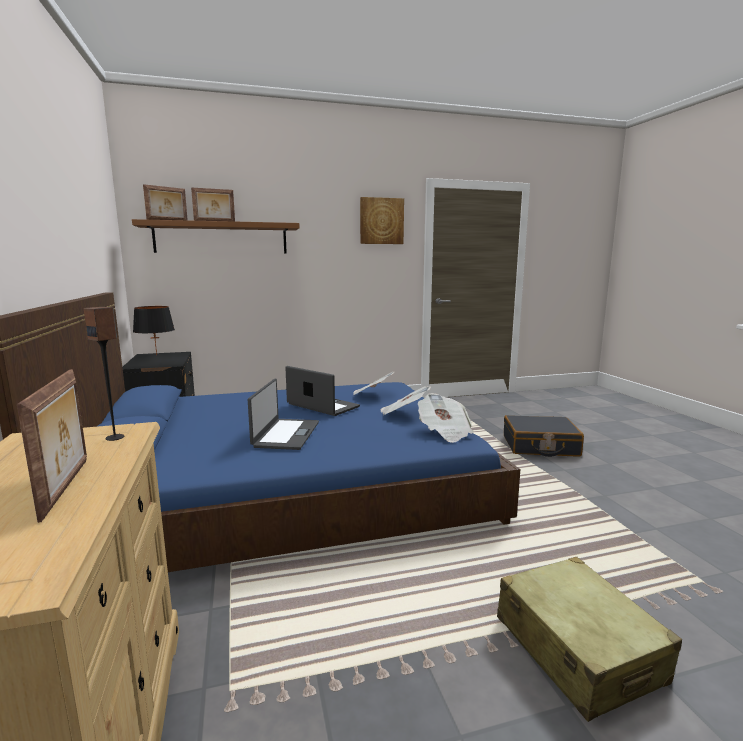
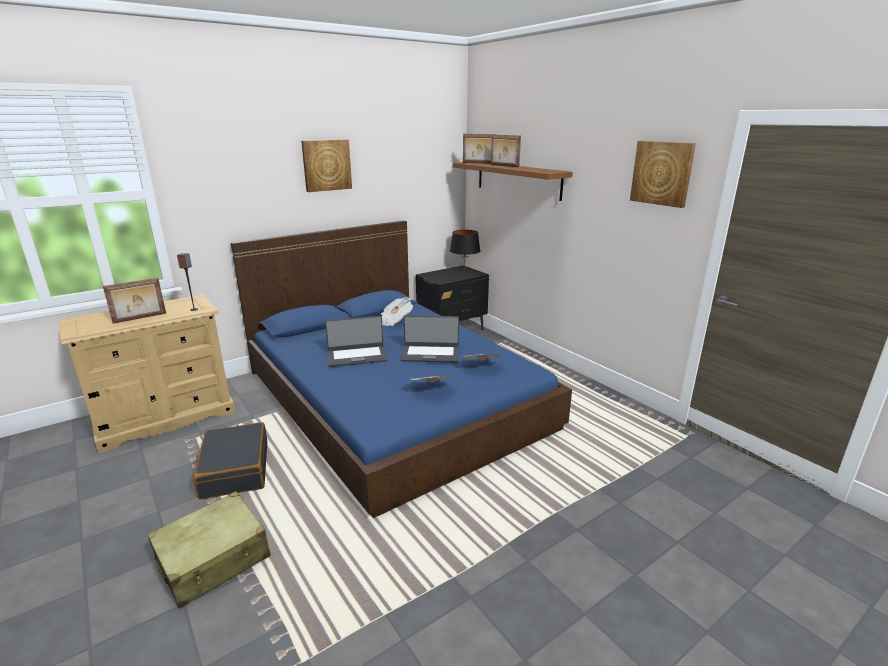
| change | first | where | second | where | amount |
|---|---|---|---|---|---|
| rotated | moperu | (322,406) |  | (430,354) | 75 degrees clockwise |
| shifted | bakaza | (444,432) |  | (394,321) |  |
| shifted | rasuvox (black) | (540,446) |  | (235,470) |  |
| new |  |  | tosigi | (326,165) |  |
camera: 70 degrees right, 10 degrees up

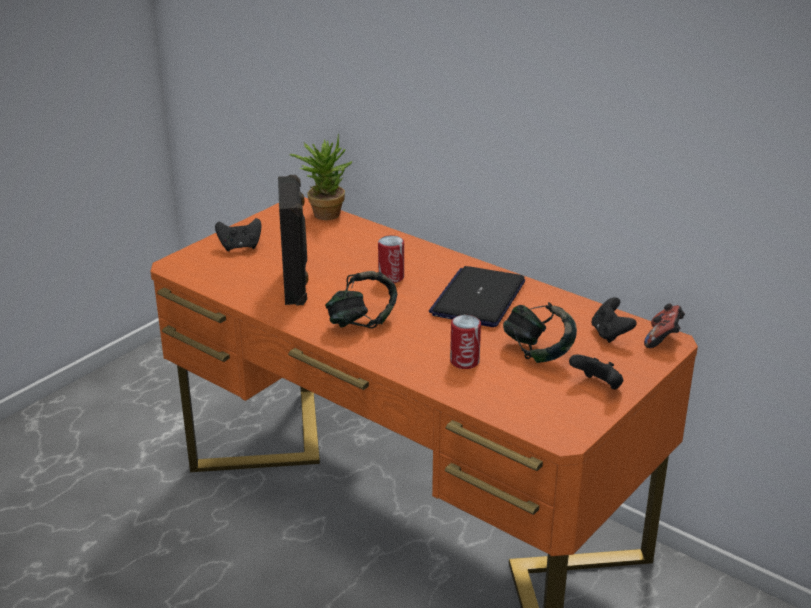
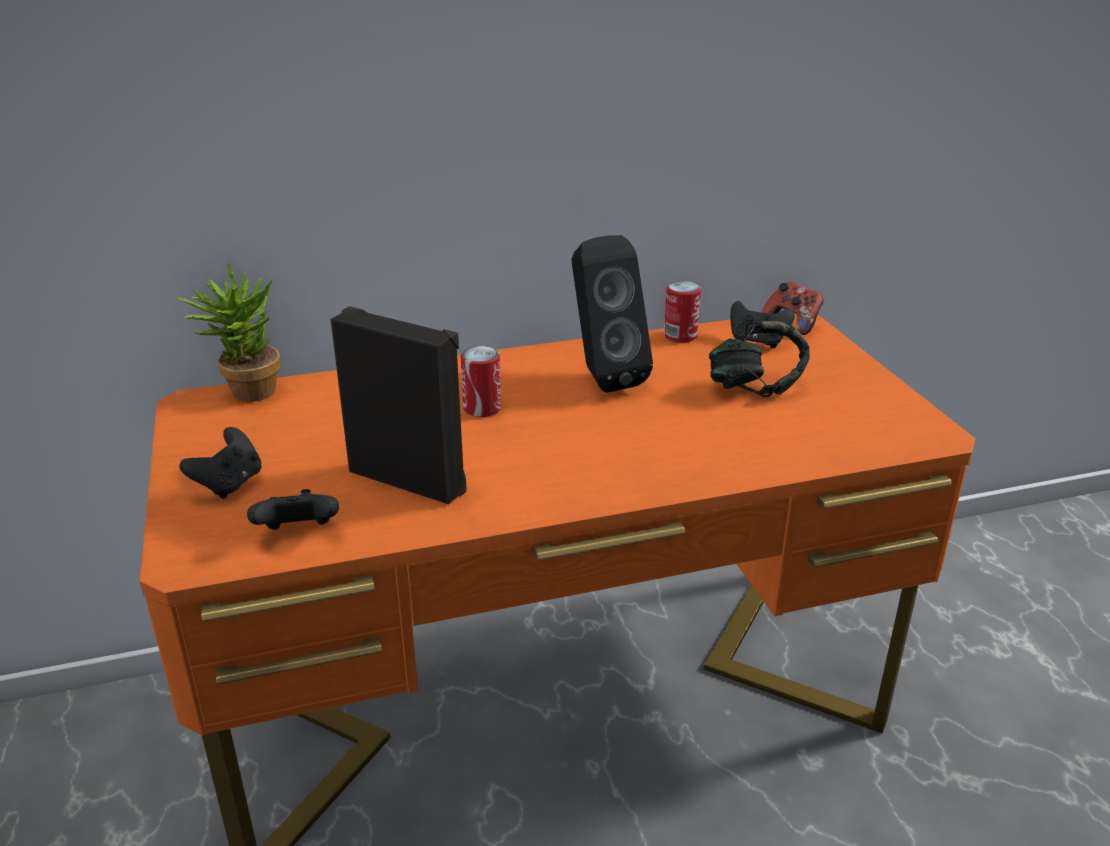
| change | first | where | second | where | amount |
|---|---|---|---|---|---|
| gone | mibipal | (361,322) |  |  |  |
| swapped | moperu | (478,298) | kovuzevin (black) | (602,377) |  |
| shifted | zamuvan | (464,361) |  | (680,336) |  |
| shifted | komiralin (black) | (597,386) |  | (299,533) |  |
camera: 55 degrees left, 0 degrees up

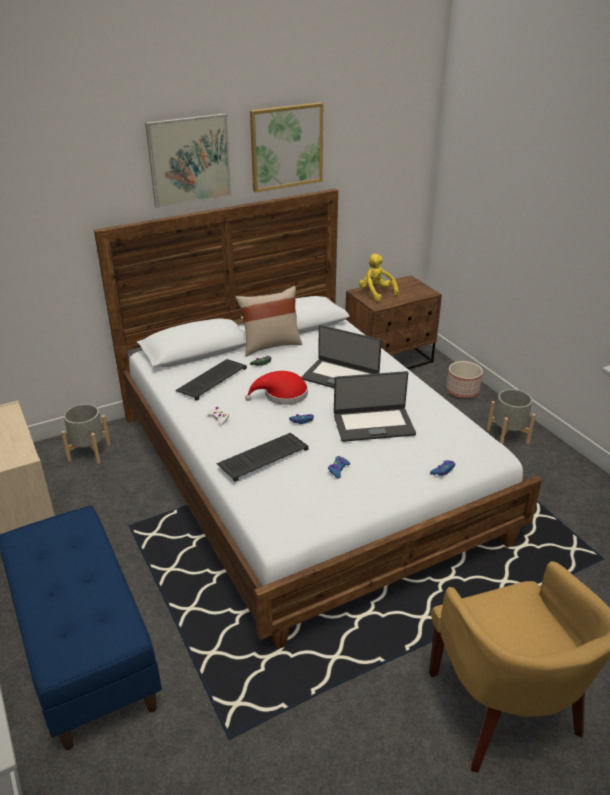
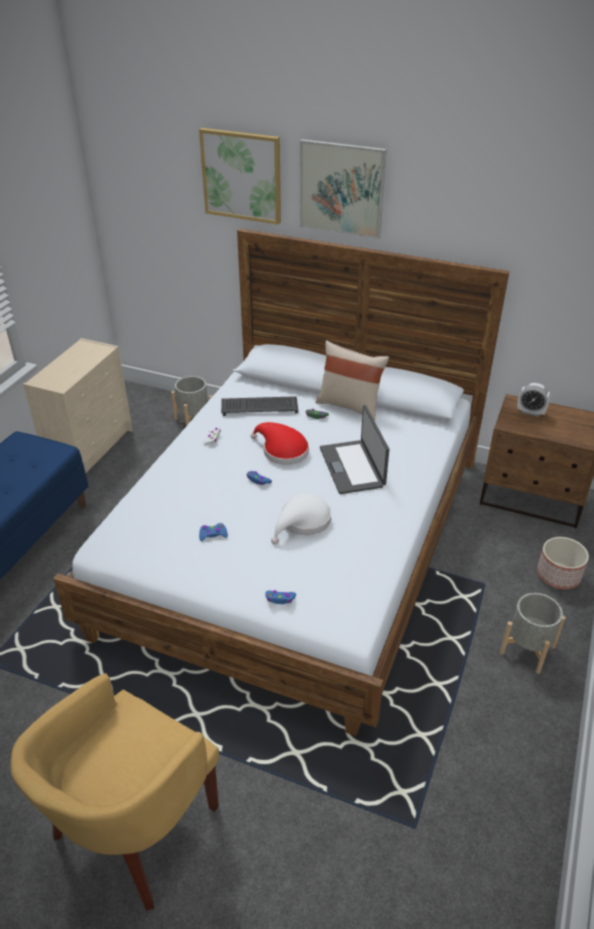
| change | first | where | second | where | amount |
|---|---|---|---|---|---|
| gone | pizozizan | (263,456) |  |  |  |
| shifted | tosigi | (286,146) |  | (242,175) |  |
| swapped | moperu | (373,424) | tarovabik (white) | (302,522) |  |
| swapped | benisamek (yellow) | (376,293) | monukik | (530,412) |  |
camera: 50 degrees right, 5 degrees up

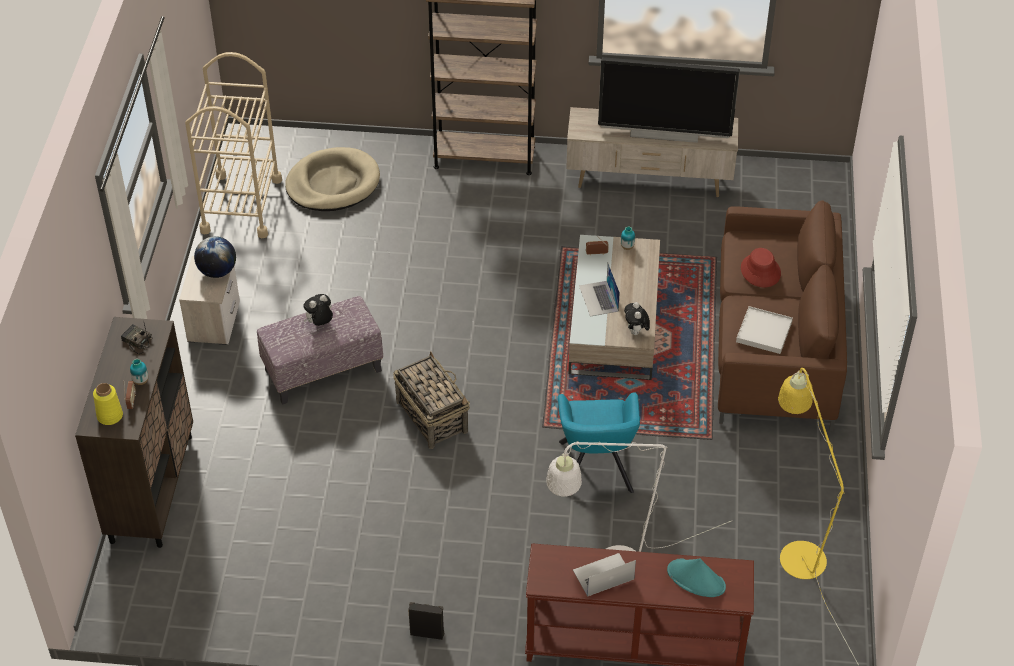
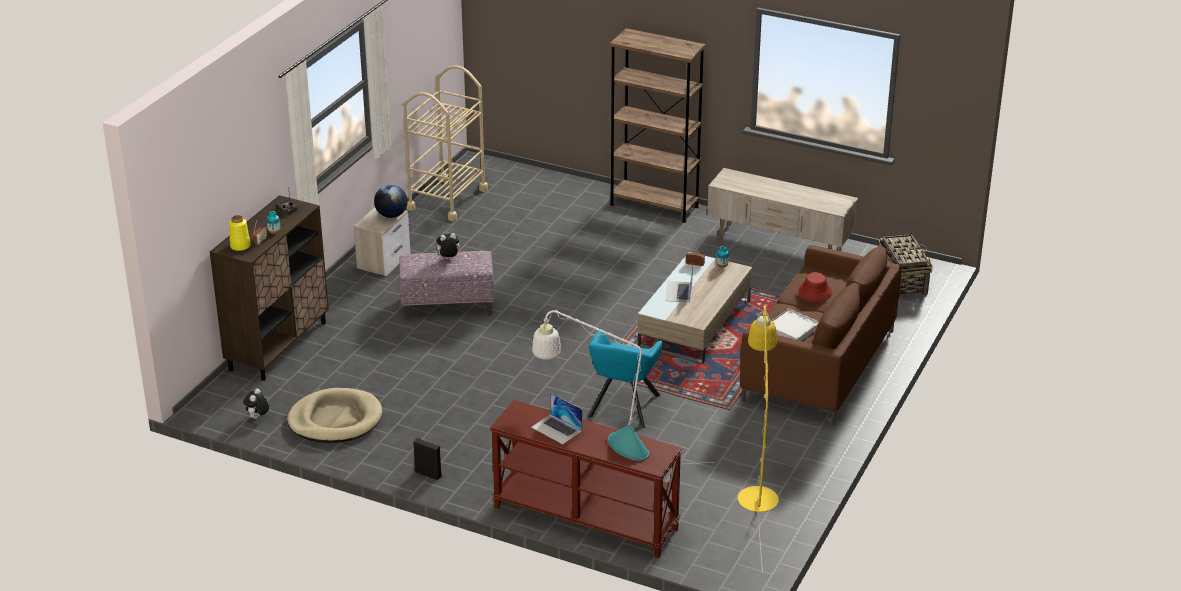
| change | first | where | second | where | amount |
|---|---|---|---|---|---|
| shifted | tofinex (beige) | (333,183) |  | (335,420) |  |
| shifted | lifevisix | (431,415) |  | (901,281) |  |
| rotated | moperu | (603,575) |  | (557,429) | 135 degrees counterclockwise |
| gone | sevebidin | (664,132) |  |  |  |
| shifted | benisamek | (636,332) |  | (257,418) |  |
camera: 20 degrees right, 15 degrees down

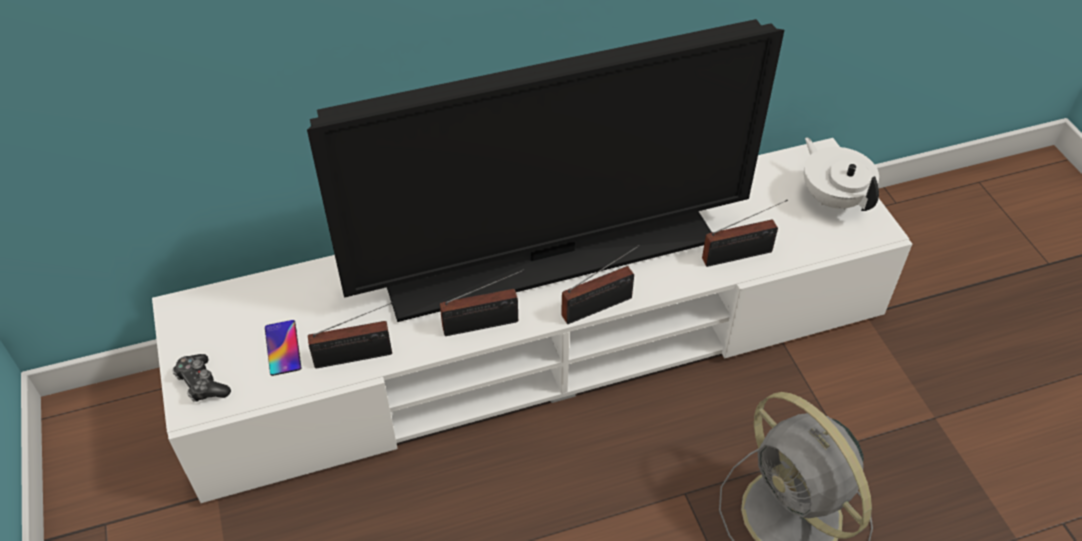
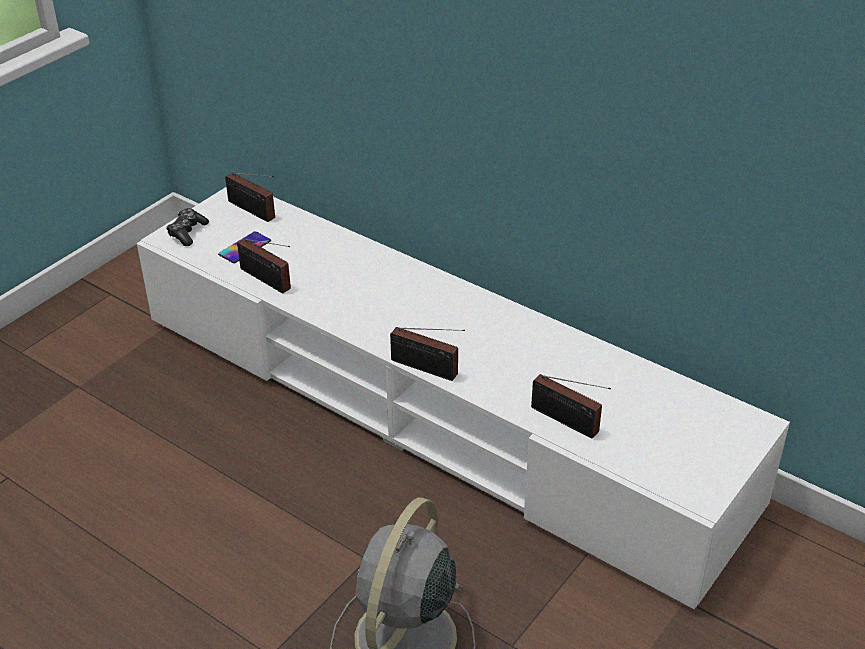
| change | first | where | second | where | amount |
|---|---|---|---|---|---|
| gone | sevebidin | (552,259) |  |  |  |
| shifted | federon | (485,324) |  | (253,211) |  |
| gone | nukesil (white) | (833,198) |  |  |  |
camera: 55 degrees right, 10 degrees down

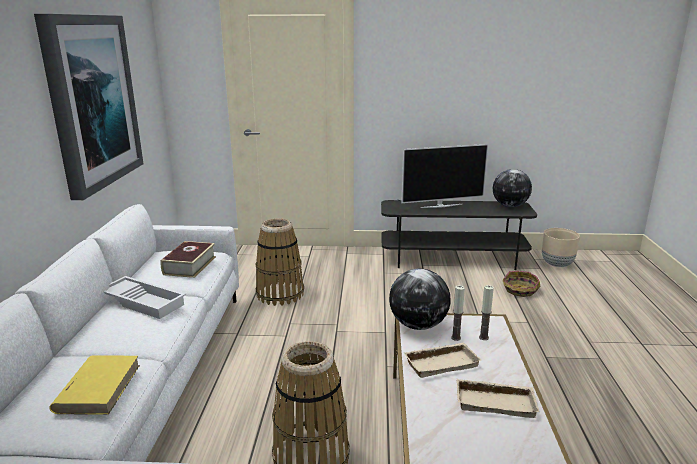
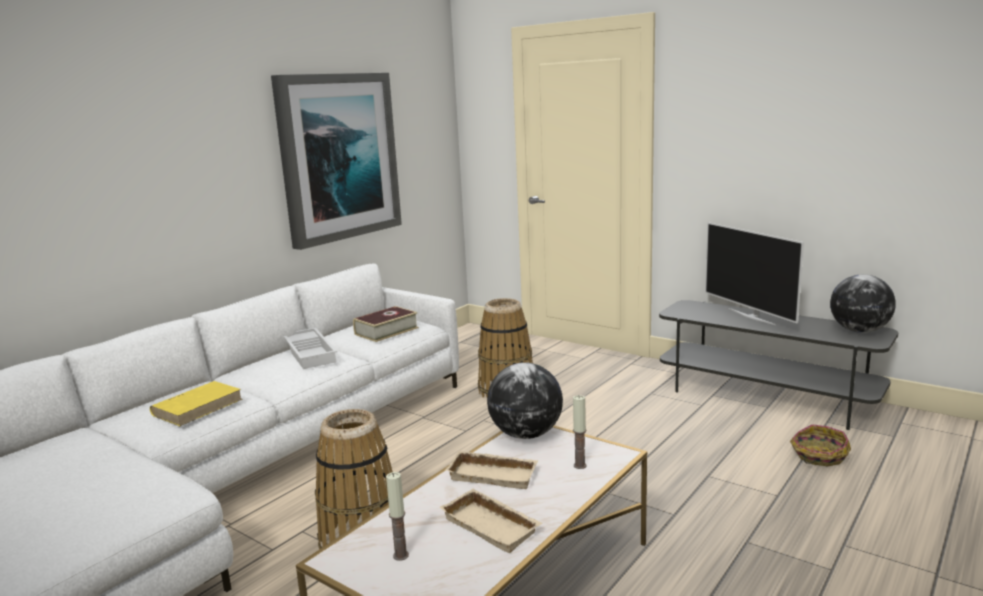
| change | first | where | second | where | amount |
|---|---|---|---|---|---|
| rotated | sevebidin | (441,205) |  | (751,316) | 45 degrees clockwise |
| shifted | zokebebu | (456,338) |  | (400,555) |  |
| gone | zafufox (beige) | (557,265) |  |  |  |
camera: 35 degrees right, 5 degrees down

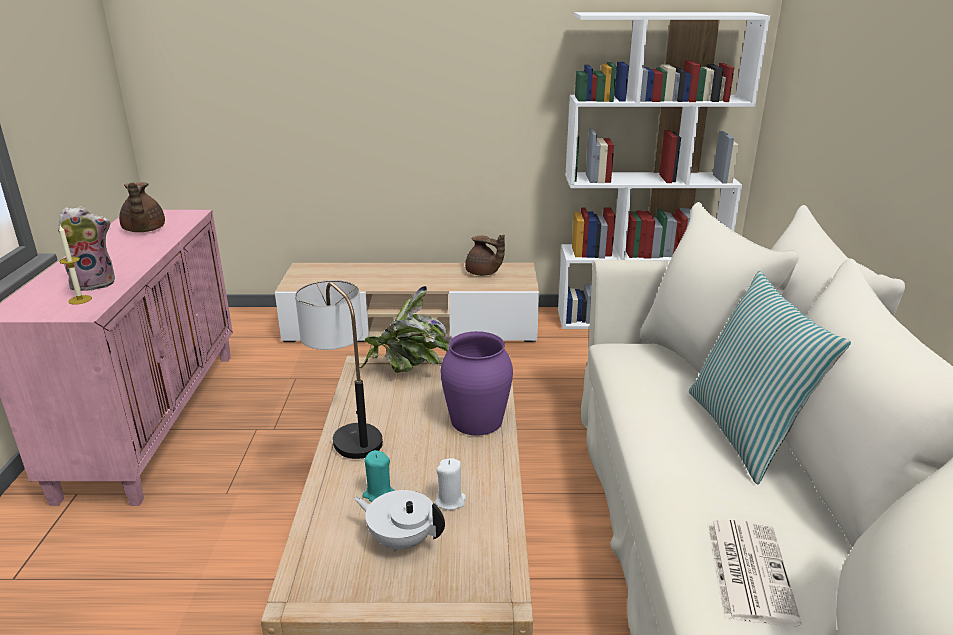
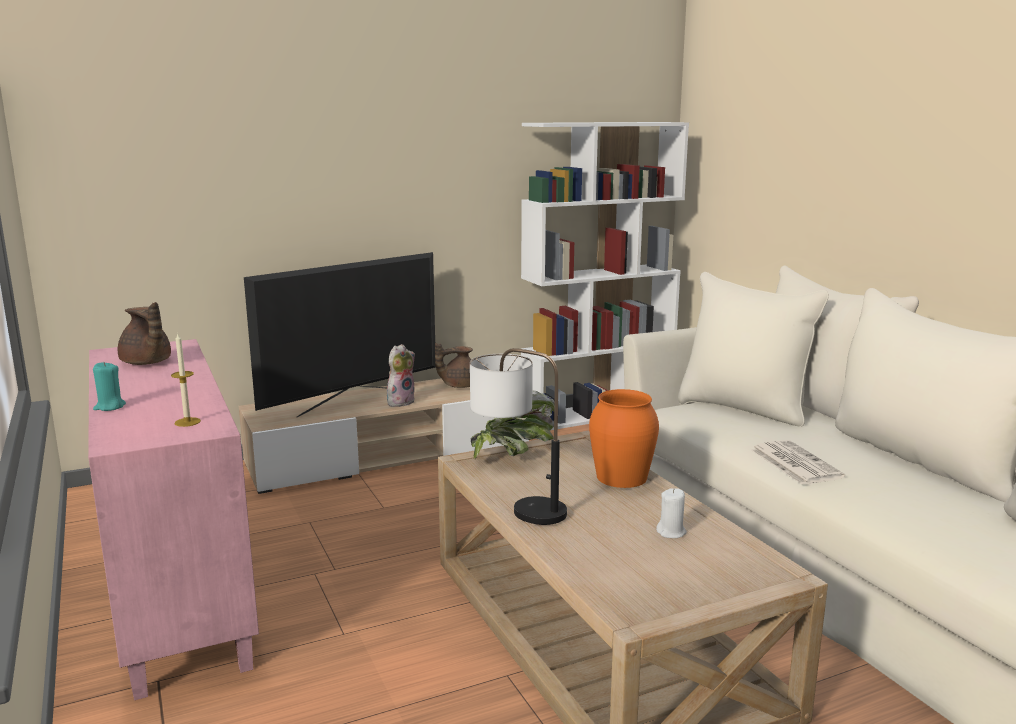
| change | first | where | second | where | amount |
|---|---|---|---|---|---|
| shifted | benisamek | (95,283) |  | (400,402) |  |
| gone | nukesil (white) | (401,540) |  |  |  |
| shifted | zokebebu (turquoise) | (378,494) |  | (109,407) |  |
| repainted | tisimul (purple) | (477,420) | tisimul (orange) | (622,477) |  |
| rotated | nukesil (brown) | (483,273) |  | (458,385) | 150 degrees clockwise |
| gone | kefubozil | (745,432) |  |  |  |
| shifted | bakaza | (748,569) |  | (794,463) |  |
| new |  |  | sevebidin | (352,402) |  |
camera: 25 degrees left, 10 degrees down

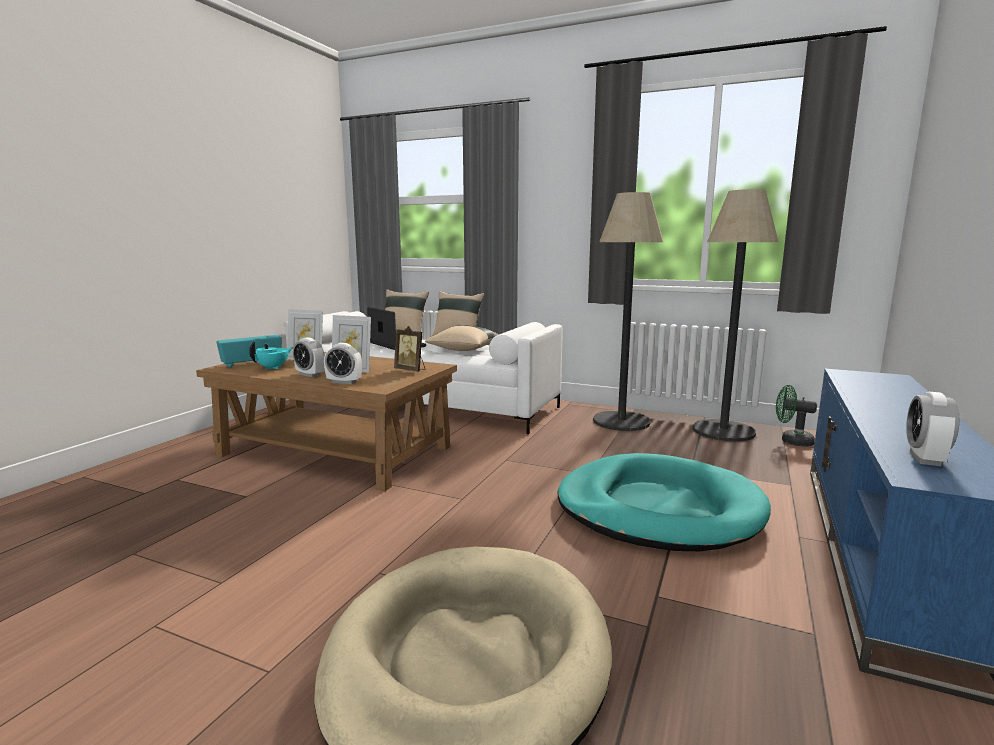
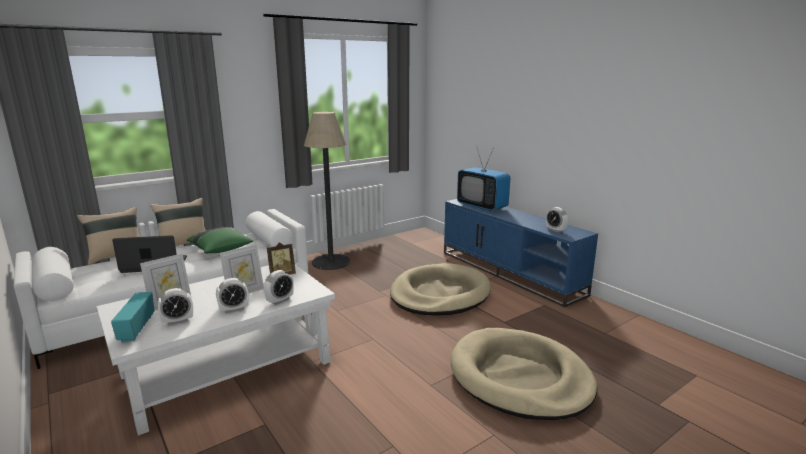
| change | first | where | second | where | amount |
|---|---|---|---|---|---|
| repainted | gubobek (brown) | (336,451) | gubobek (white) | (228,368) |  |
| swapped | nukesil (turquoise) | (273,368) | monukik | (178,321) |  |
| repainted | kefubozil (beige) | (463,350) | kefubozil (green) | (221,250) |  |
| repainted | tofinex (turquoise) | (658,509) | tofinex (beige) | (440,294) |  |
| gone | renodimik | (723,431) |  |  |  |
| gone | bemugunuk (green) | (791,441) |  |  |  |
| new |  |  | sevebidin | (482,206) |  |
camera: 60 degrees left, 5 degrees up

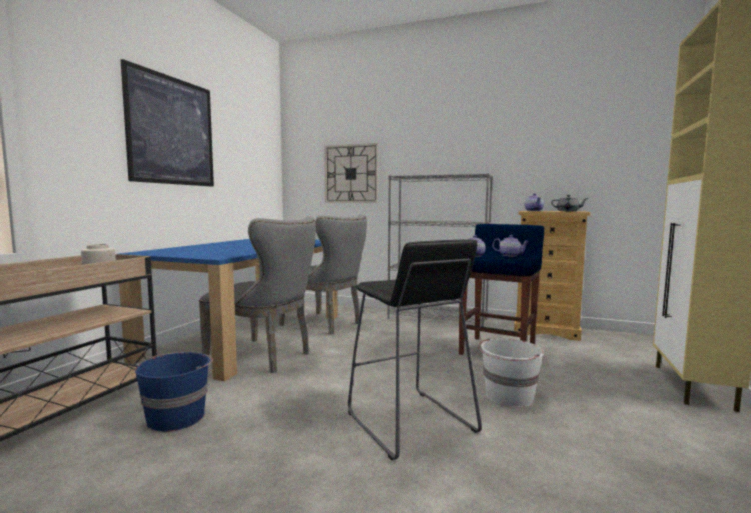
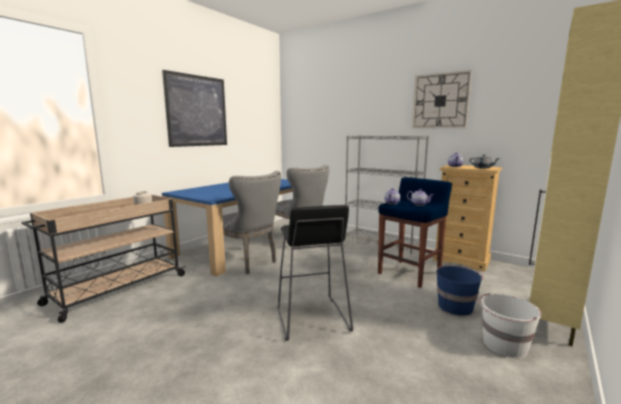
| change | first | where | second | where | amount |
|---|---|---|---|---|---|
| shifted | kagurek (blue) | (177,417) |  | (455,306) |  |
| shifted | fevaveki | (351,174) |  | (440,101) |  |
| shifted | kagurek (white) | (509,396) |  | (504,345) |  |
camera: 15 degrees right, 5 degrees up

